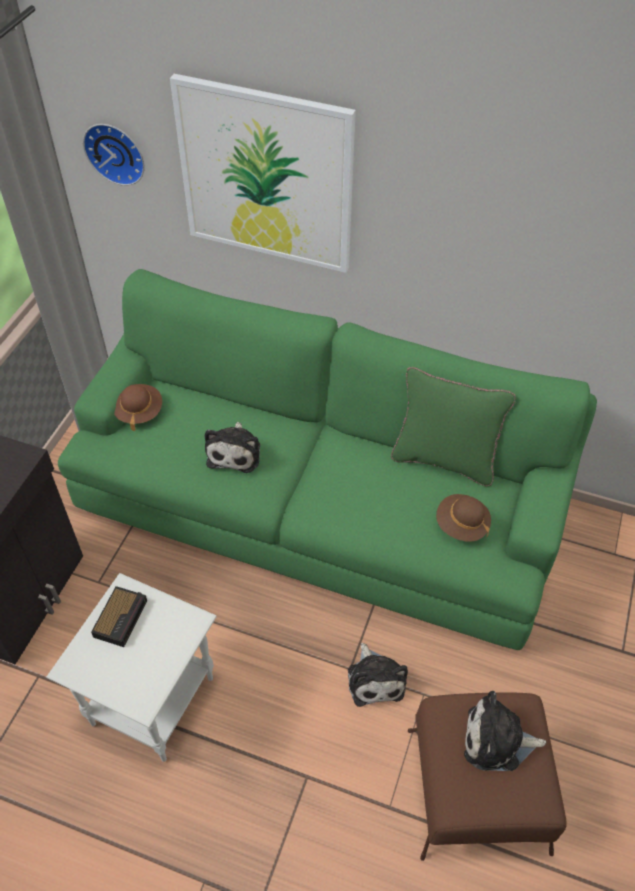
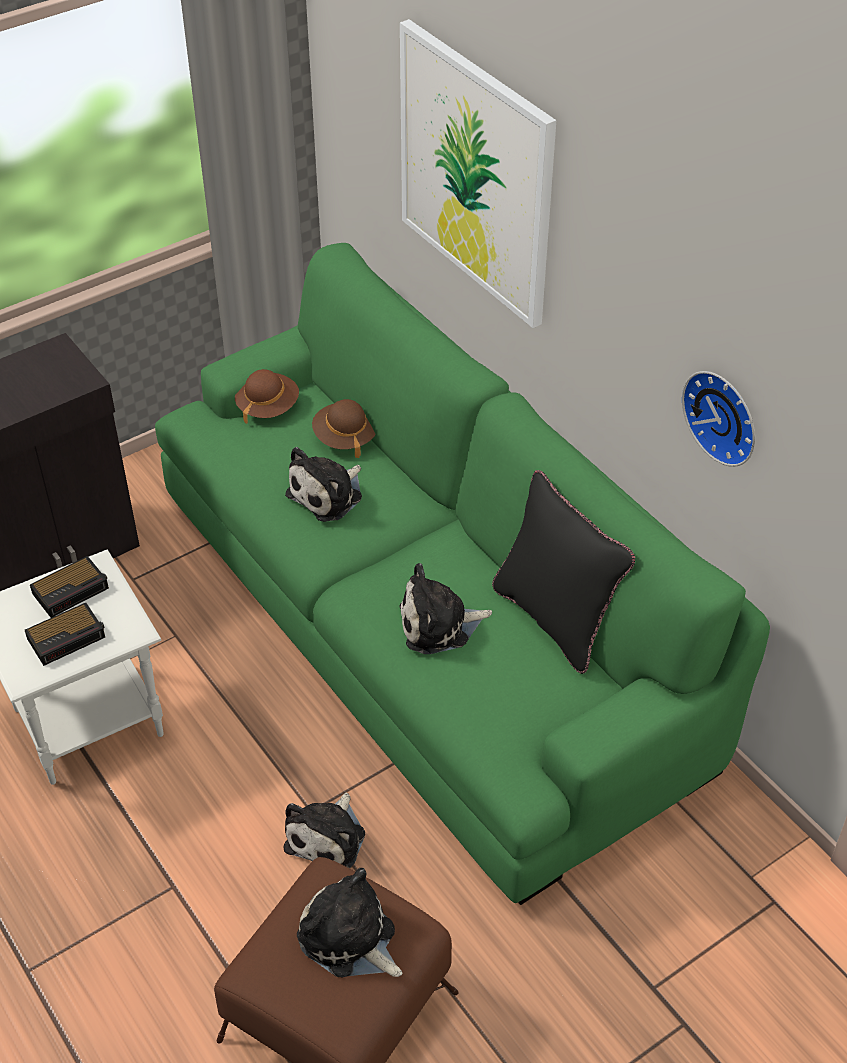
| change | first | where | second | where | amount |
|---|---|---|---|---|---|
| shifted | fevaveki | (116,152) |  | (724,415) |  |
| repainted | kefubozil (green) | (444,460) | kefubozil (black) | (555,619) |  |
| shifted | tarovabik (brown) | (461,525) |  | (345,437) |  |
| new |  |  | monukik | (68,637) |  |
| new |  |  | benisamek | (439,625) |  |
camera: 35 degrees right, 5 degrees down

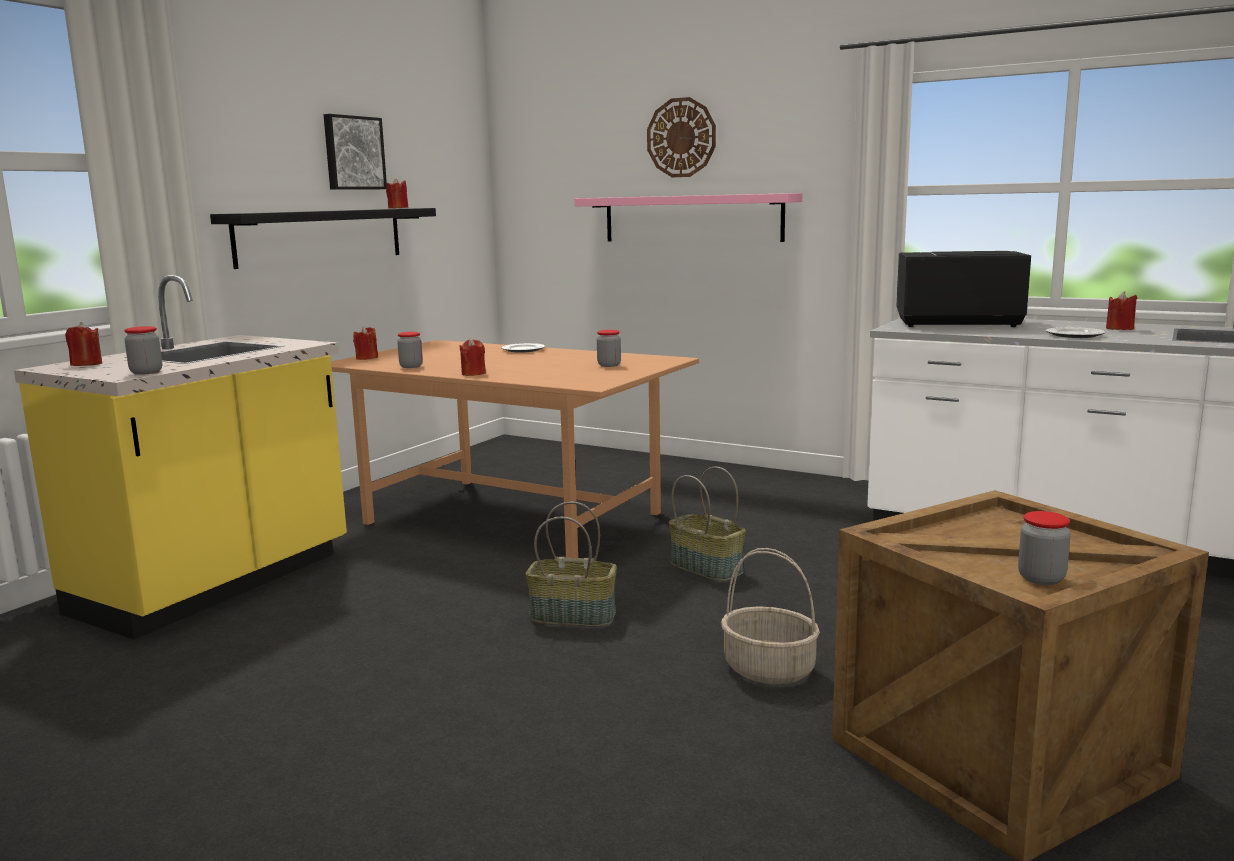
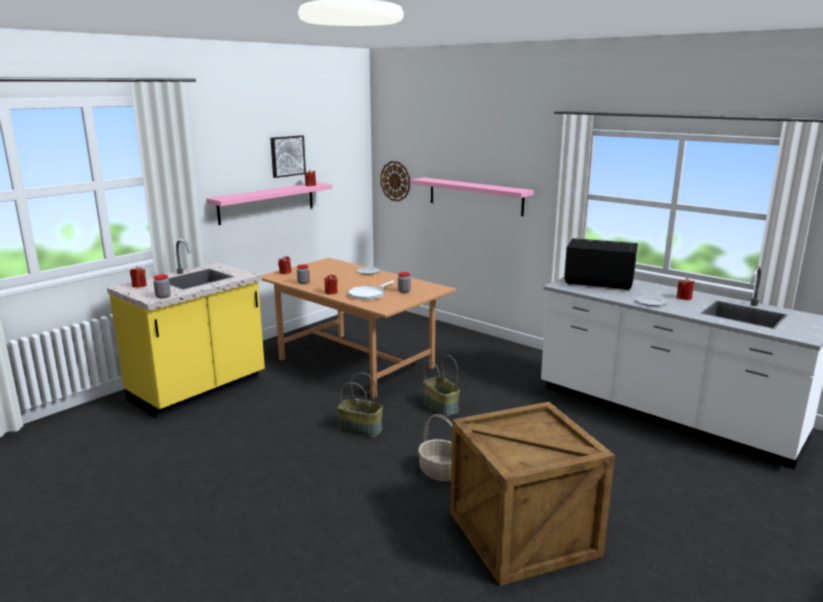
| change | first | where | second | where | amount |
|---|---|---|---|---|---|
| repainted | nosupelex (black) | (321,236) | nosupelex (pink) | (267,202) |  |
| shifted | fevaveki | (681,137) |  | (395,181) |  |
| gone | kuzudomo | (1041,578) |  |  |  |
| new |  |  | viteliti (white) | (368,294) |  |
camera: 10 degrees right, 5 degrees up

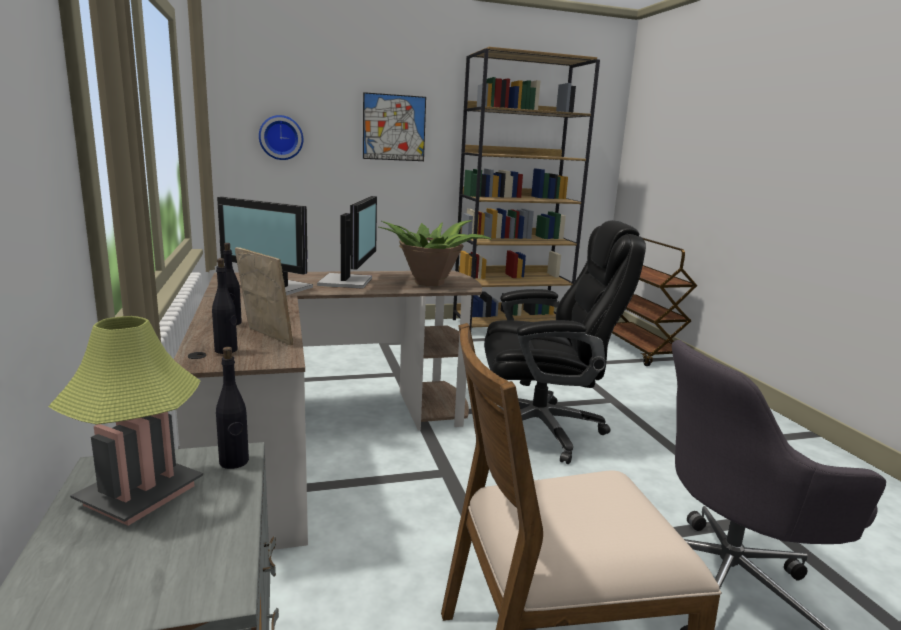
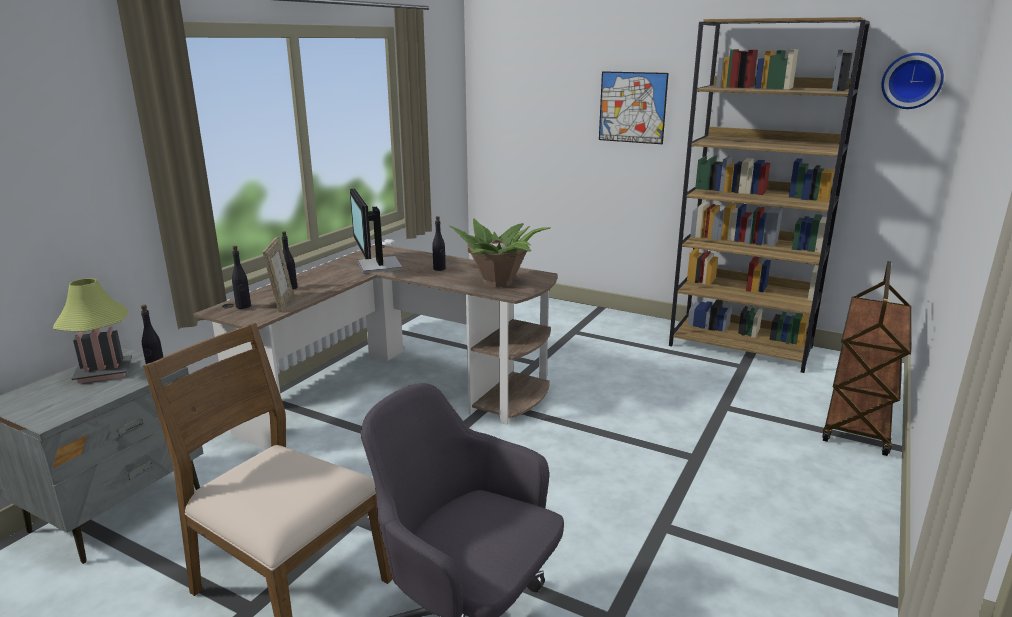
| change | first | where | second | where | amount |
|---|---|---|---|---|---|
| shifted | fevaveki | (281,137) |  | (911,81) |  |
| swapped | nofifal | (348,281) | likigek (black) | (439,269) |  |
| gone | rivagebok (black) | (542,429) |  |  |  |
camera: 45 degrees right, 5 degrees up

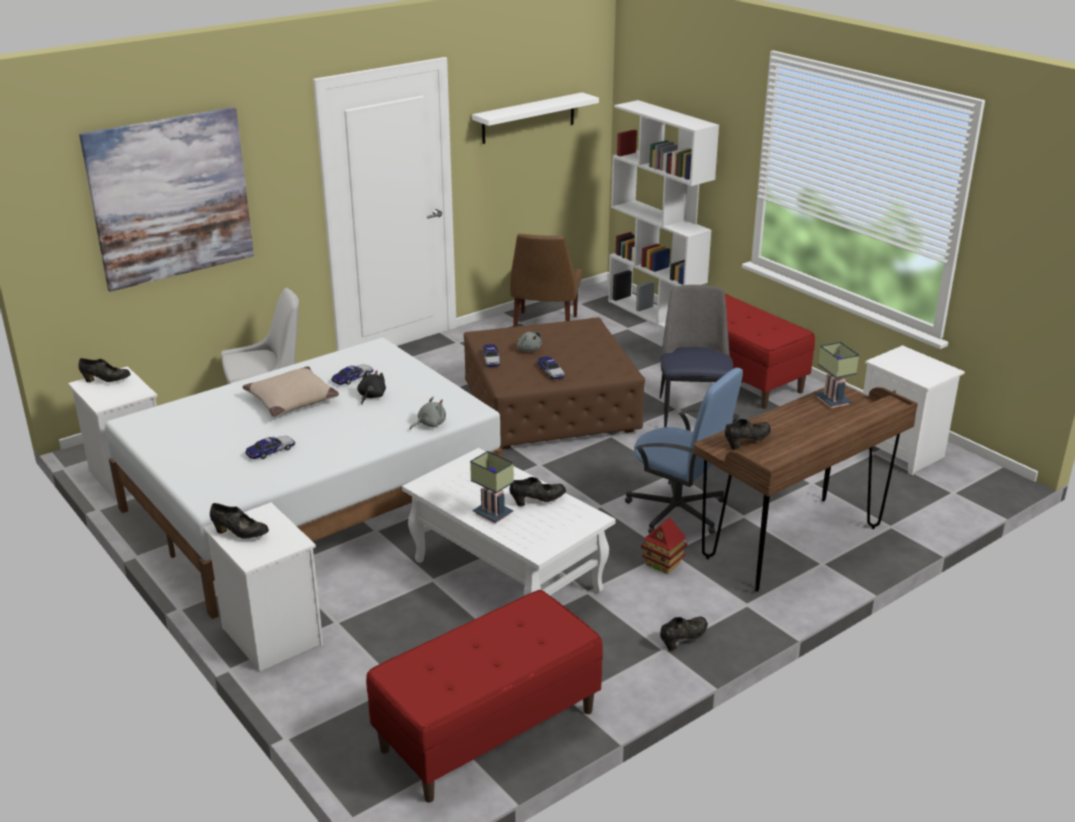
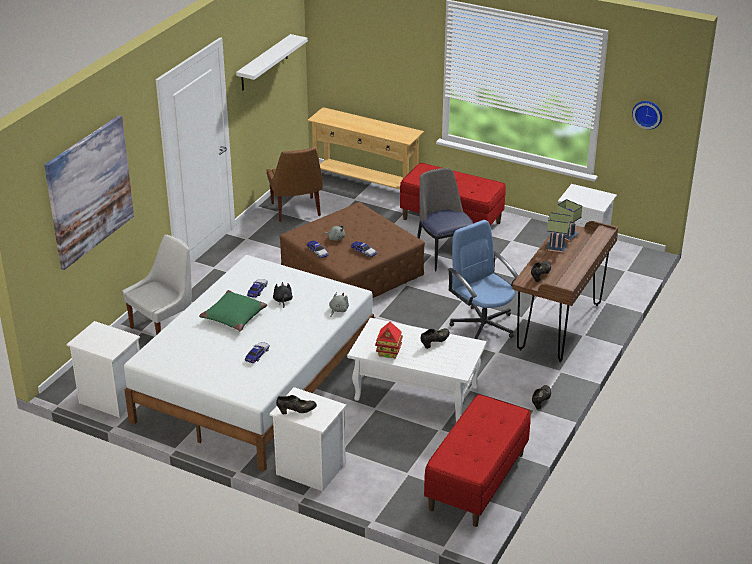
| change | first | where | second | where | amount |
|---|---|---|---|---|---|
| gone | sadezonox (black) | (106,381) |  |  |  |
| repainted | kefubozil (beige) | (292,400) | kefubozil (green) | (234,316) |  |
| shifted | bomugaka | (495,514) |  | (557,247) |  |
| swapped | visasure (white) | (656,315) | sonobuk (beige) | (365,184) |  |
| rotated | rivagebok (blue) | (678,511) |  | (483,325) | 135 degrees counterclockwise |
| shifted | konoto | (663,564) |  | (389,352) |  |
| new |  |  | fevaveki | (648,114) |  |
camera: 25 degrees left, 5 degrees up

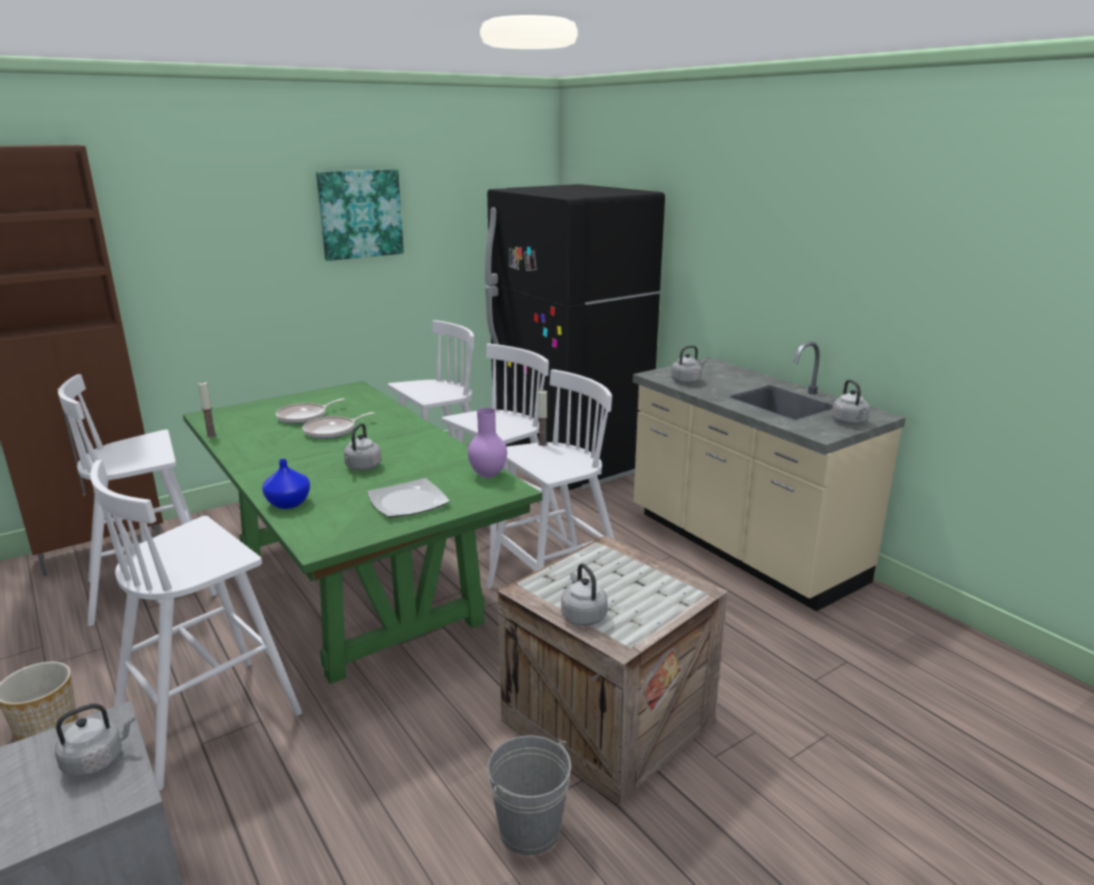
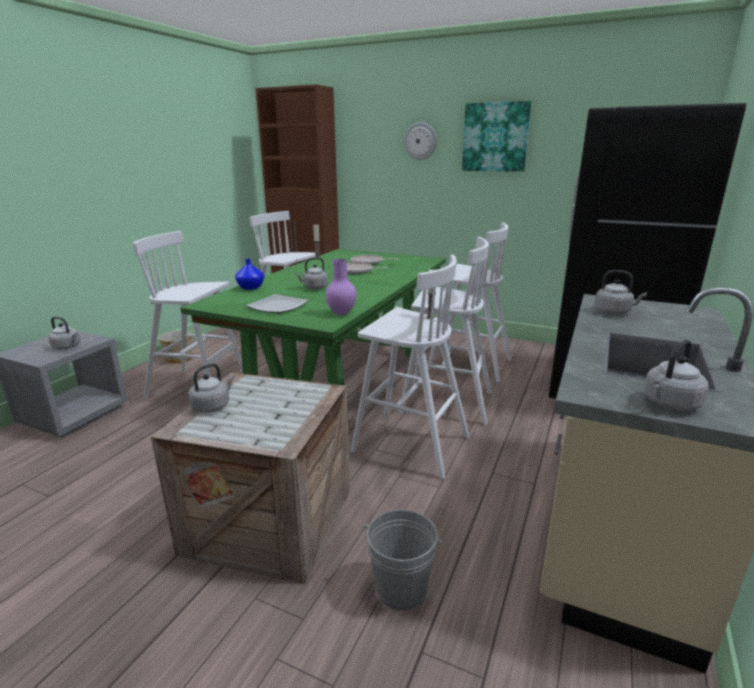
| change | first | where | second | where | amount |
|---|---|---|---|---|---|
| shifted | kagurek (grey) | (529,829) |  | (400,588) |  |
| new |  |  | fevaveki | (420,141) |  |
camera: 60 degrees right, 0 degrees up

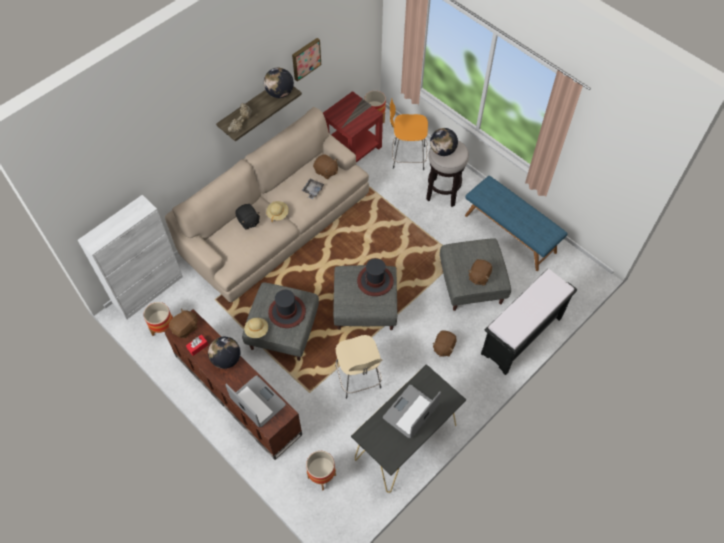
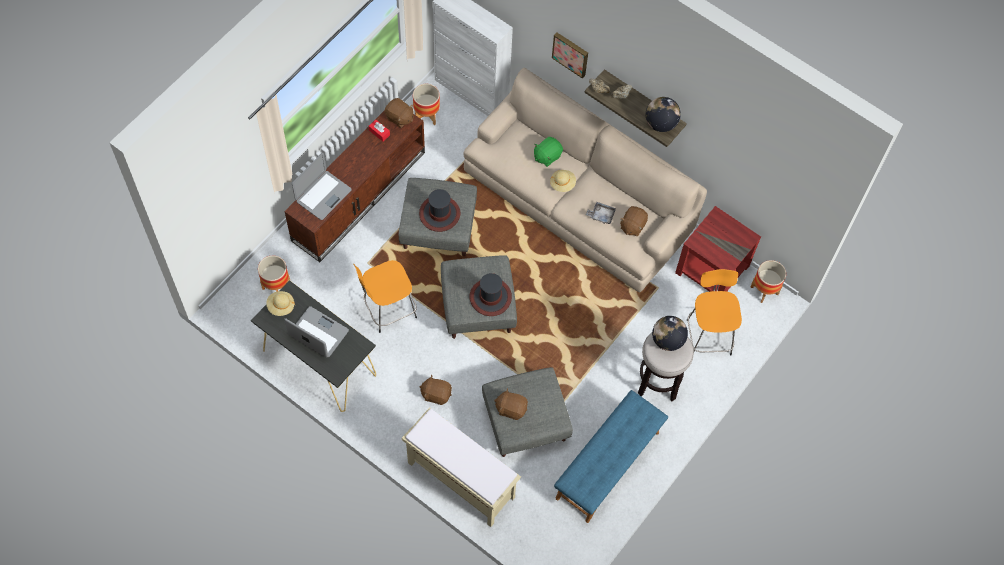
| change | first | where | second | where | amount |
|---|---|---|---|---|---|
| gone | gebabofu | (226,359) |  |  |  |
| repainted | benisamek (black) | (248,221) | benisamek (green) | (547,156) |  |
| shifted | tarovabik (beige) | (257,330) |  | (281,306) |  |
| shifted | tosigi | (305,58) |  | (571,53) |  |
| repainted | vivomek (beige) | (358,379) | vivomek (orange) | (388,309) |  |
| repainted | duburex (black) | (521,337) | duburex (beige) | (460,480) |  |
camera: 80 degrees right, 5 degrees up

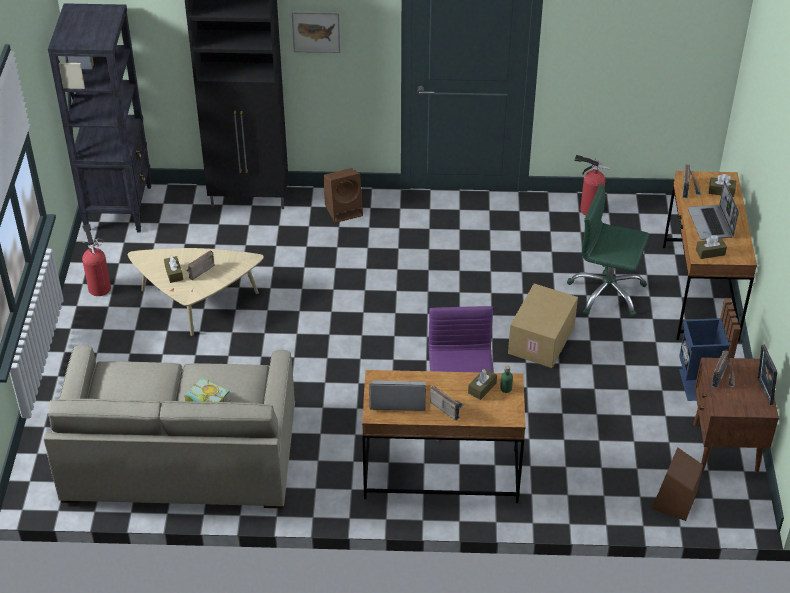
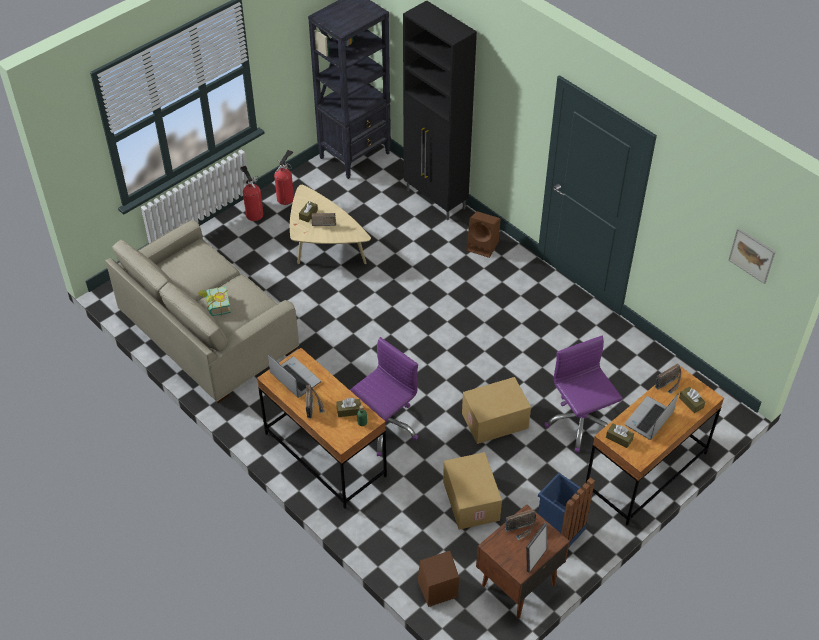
| change | first | where | second | where | amount |
|---|---|---|---|---|---|
| shifted | tosigi | (316,31) |  | (752,255) |  |
| repainted | rivagebok (green) | (606,292) | rivagebok (purple) | (580,423) |  |
| shifted | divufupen | (588,209) |  | (254,213) |  |
| new |  |  | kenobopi | (470,500) |  |
camera: 45 degrees right, 5 degrees up

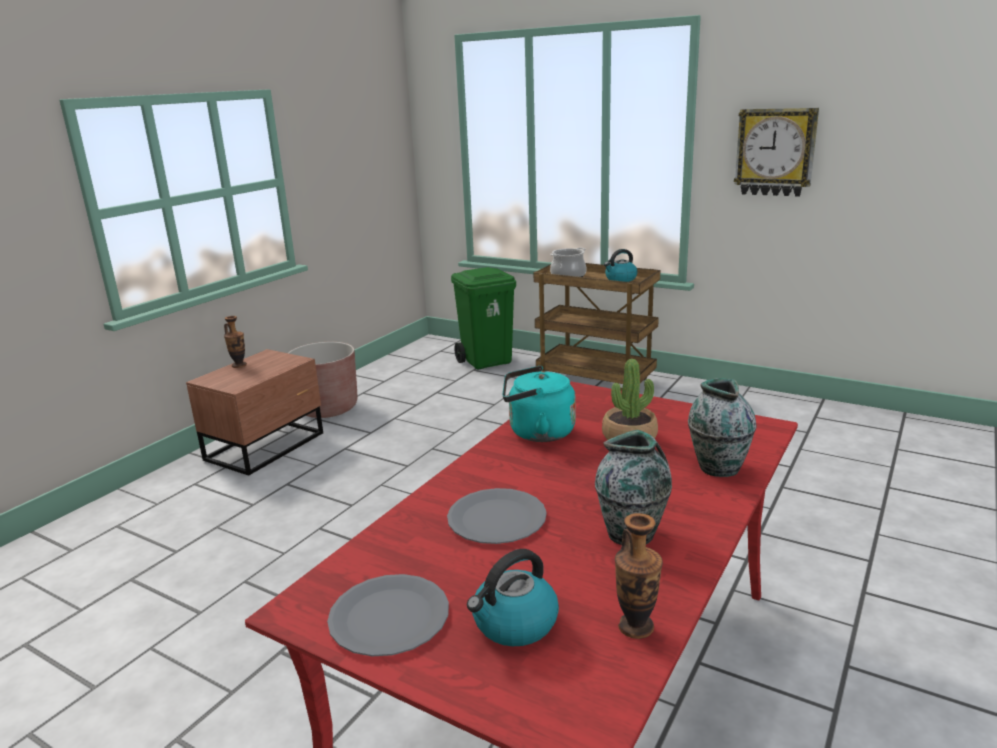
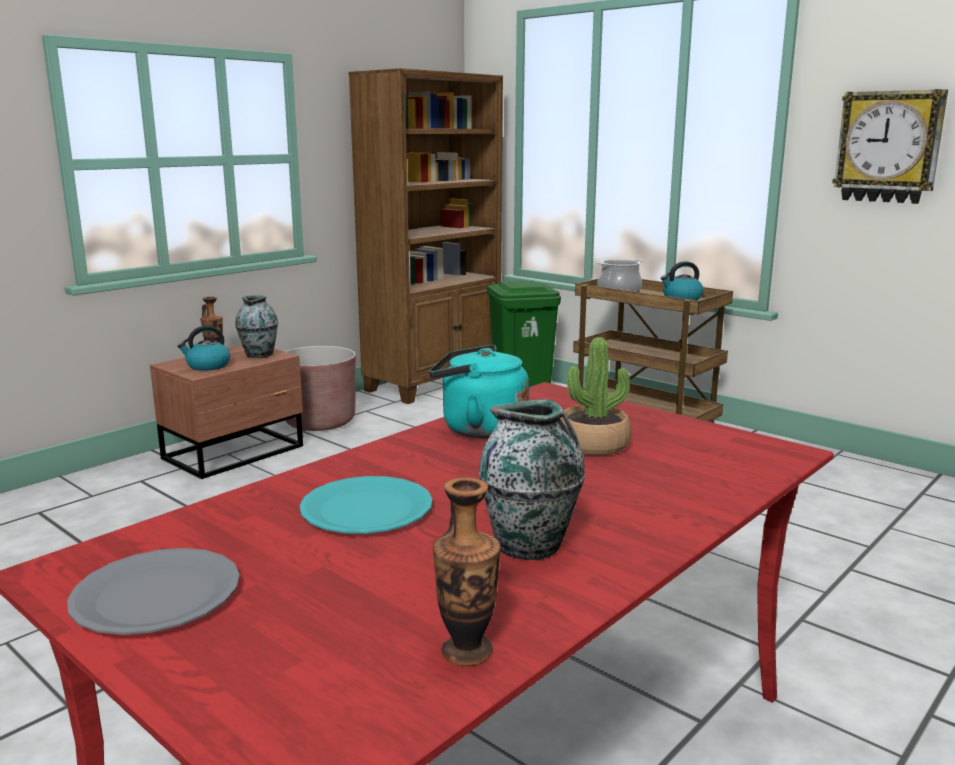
| change | first | where | second | where | amount |
|---|---|---|---|---|---|
| repainted | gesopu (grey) | (497,519) | gesopu (turquoise) | (366,509) |  |
| shifted | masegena | (514,624) |  | (207,366) |  |
| shifted | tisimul | (718,467) |  | (259,354) |  |
| new |  |  | visasure (brown) | (434,383) |  |
camera: 10 degrees right, 5 degrees down

